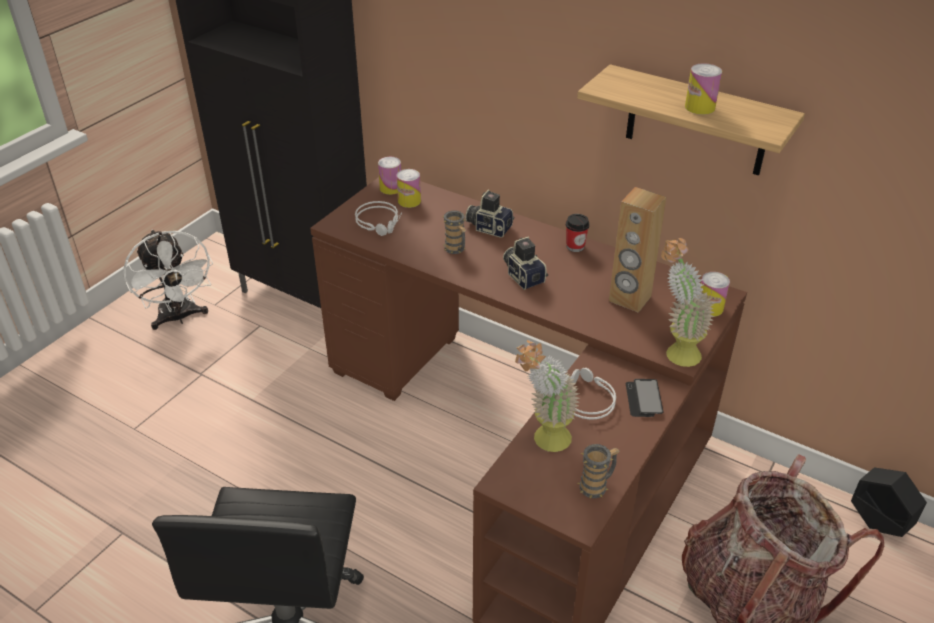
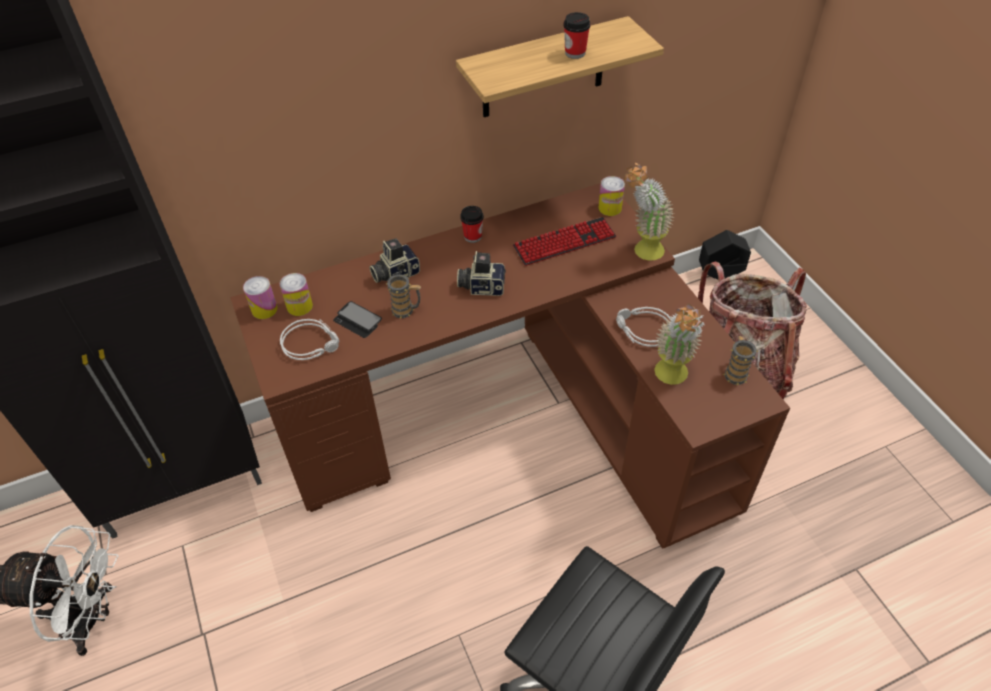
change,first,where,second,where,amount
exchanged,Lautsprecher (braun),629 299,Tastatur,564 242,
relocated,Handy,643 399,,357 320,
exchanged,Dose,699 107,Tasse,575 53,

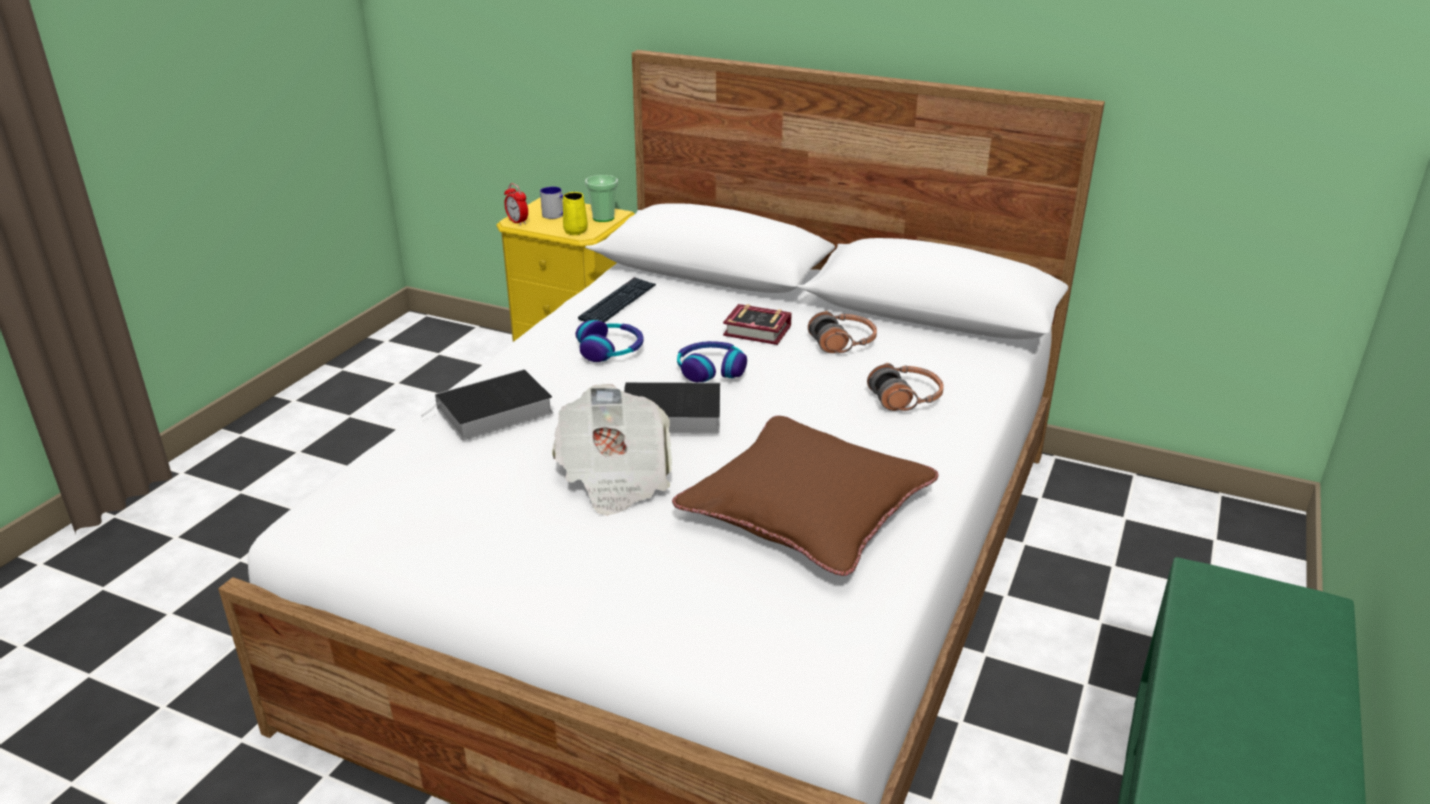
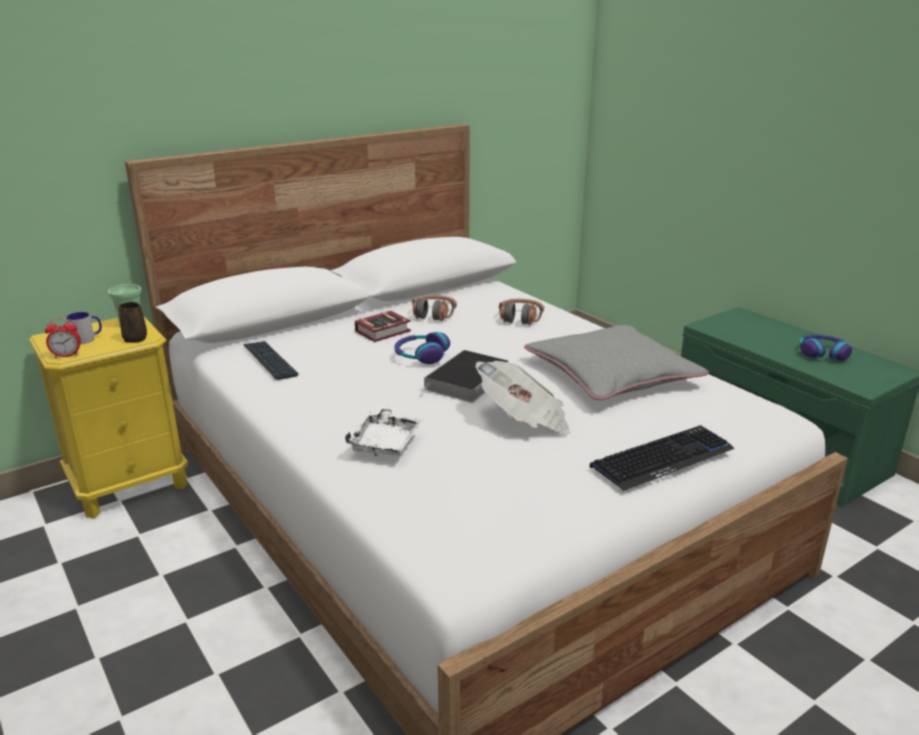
change,first,where,second,where,amount
exchanged,Buch,492 412,Tablett (weiß),386 442,
colour,Henkelbecher (gelb),576 230,Henkelbecher (braun),134 338,
relocated,Kopfhörer,611 350,,823 353,
colour,Kissen (braun),806 508,Kissen (grau),612 374,
appeared,,,Tastatur,662 459,

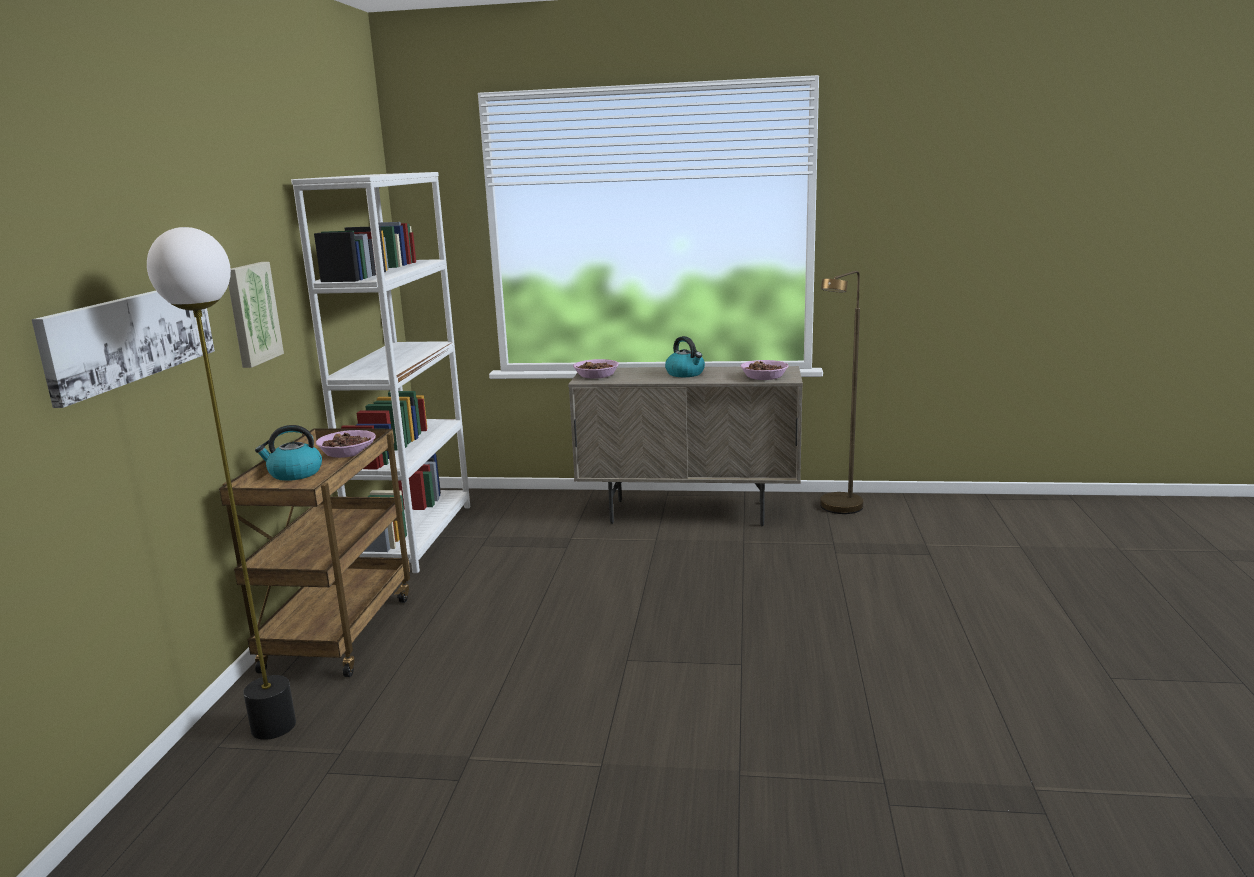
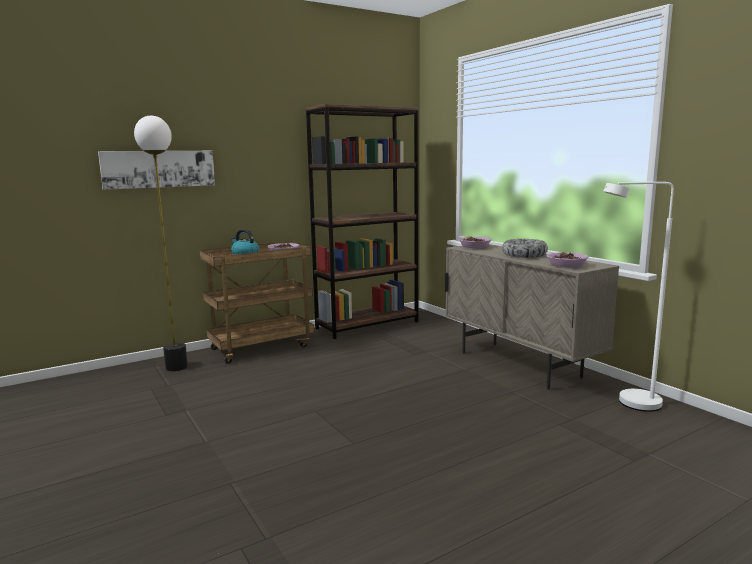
change,first,where,second,where,amount
missing,Bild,251 313,,,
colour,Bücherregal (weiß),414 536,Bücherregal (braun),367 325,
exchanged,Wasserkessel,685 374,Schüssel,524 255,
colour,Stehlampe (braun),838 510,Stehlampe (weiß),629 404,

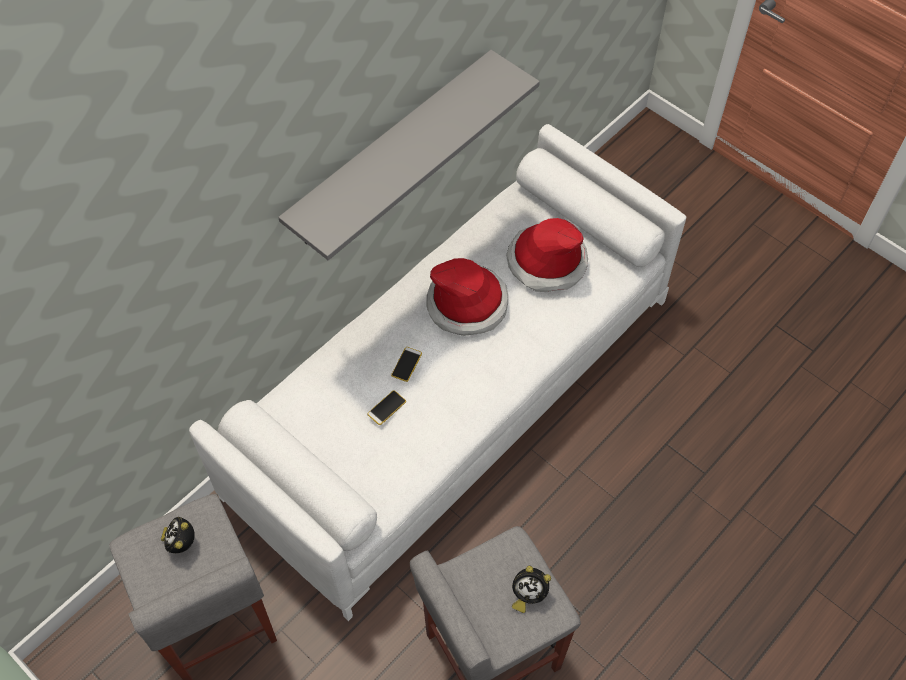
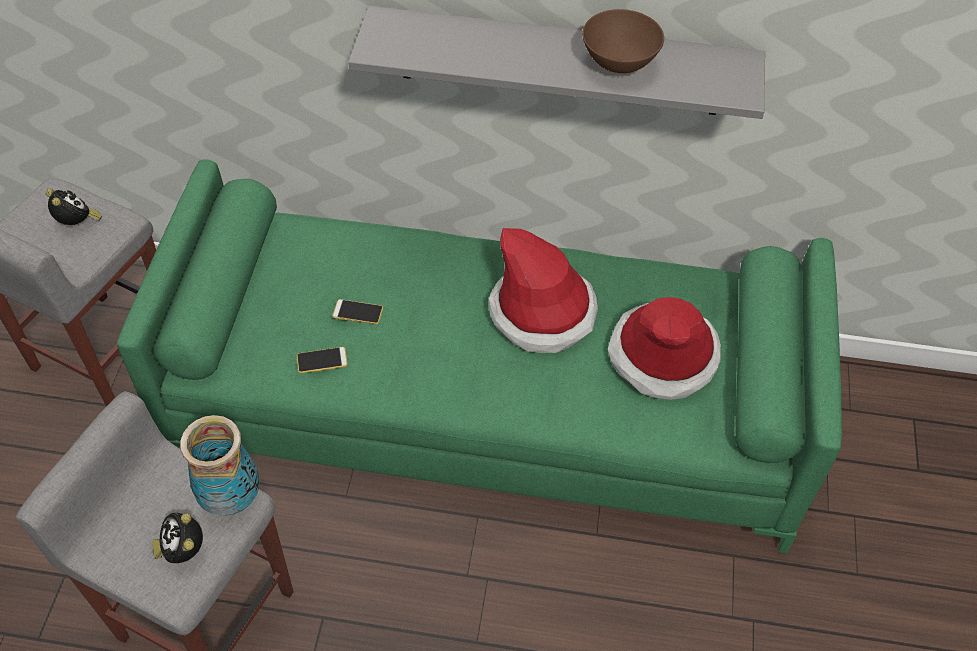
change,first,where,second,where,amount
spun,Wecker,181 542,,78 223,75 degrees clockwise
colour,Sofa (weiß),453 395,Sofa (grün),487 407,
relocated,Handy,406 364,,322 360,
appeared,,,Vase,231 497,
appeared,,,Schüssel (braun),618 64,

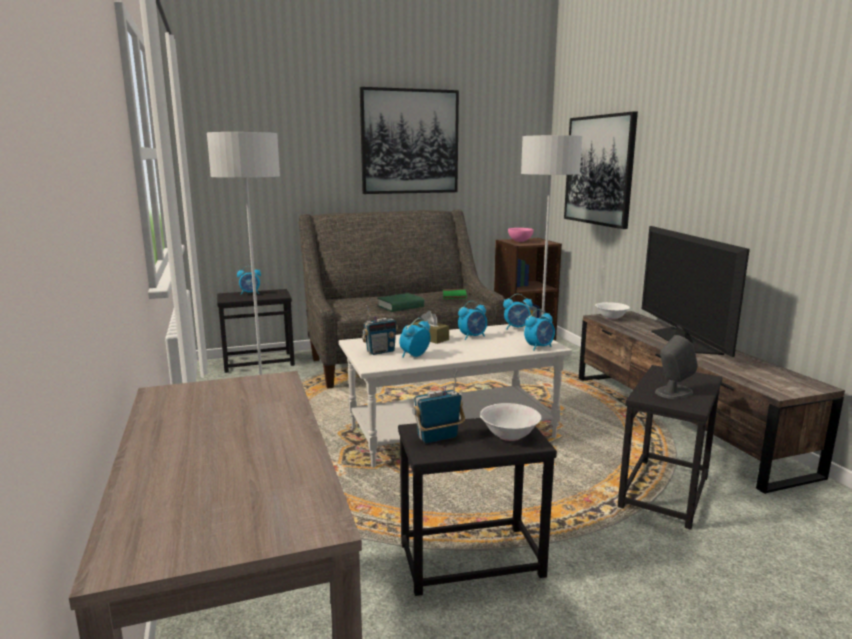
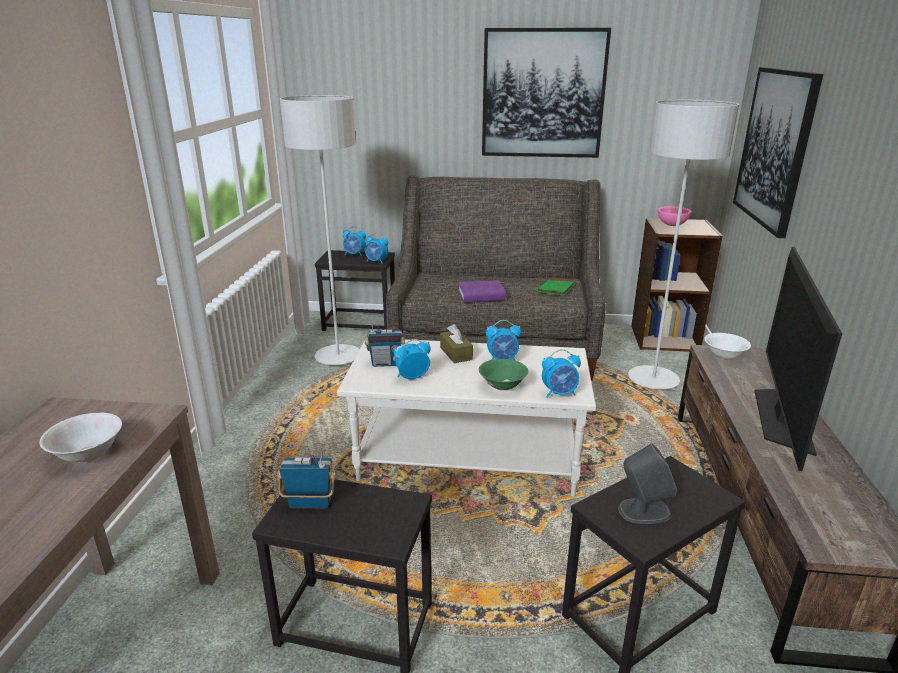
change,first,where,second,where,amount
colour,Buch (grün),400 306,Buch (lila),481 296,
relocated,Schüssel (weiß),509 436,,87 454,
relocated,Wecker,517 328,,376 262,
appeared,,,Schüssel (grün),503 386,

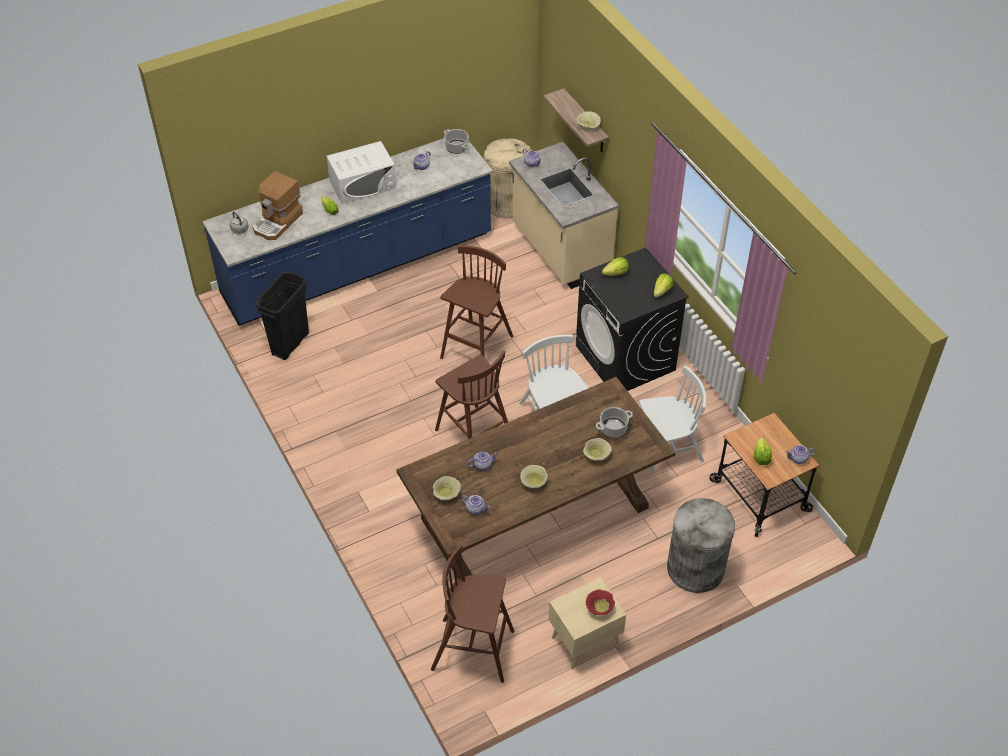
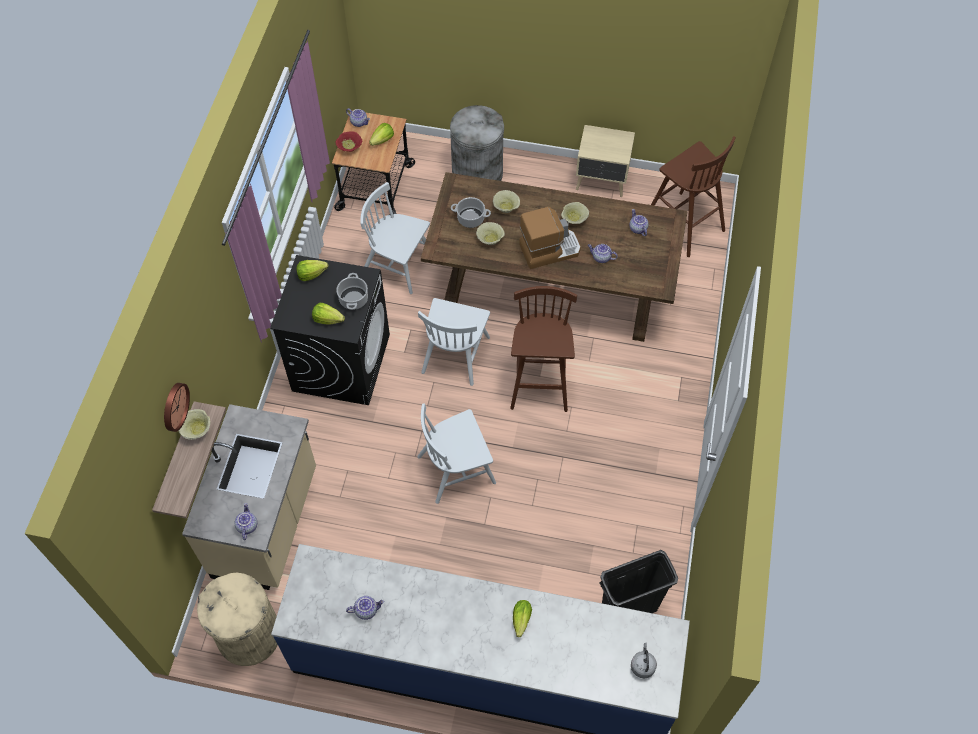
change,first,where,second,where,amount
relocated,Kaffeemaschine,278 222,,549 249,
missing,Mikrowelle (weiß),363 184,,,
relocated,Schüssel (beige),446 494,,490 239,
exchanged,Hocker (braun),476 348,Stuhl (weiß),456 469,
relocated,Kochtopf,456 147,,354 299,
relocated,Schüssel (rot),599 607,,349 148,
appeared,,,Wanduhr,174 406,

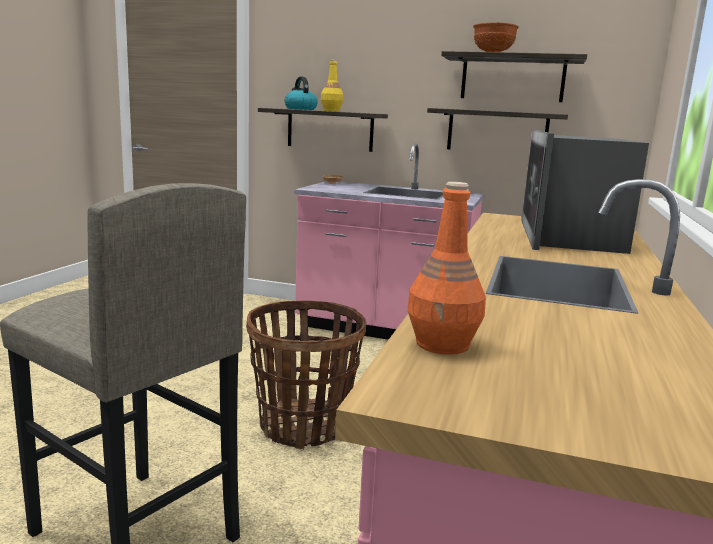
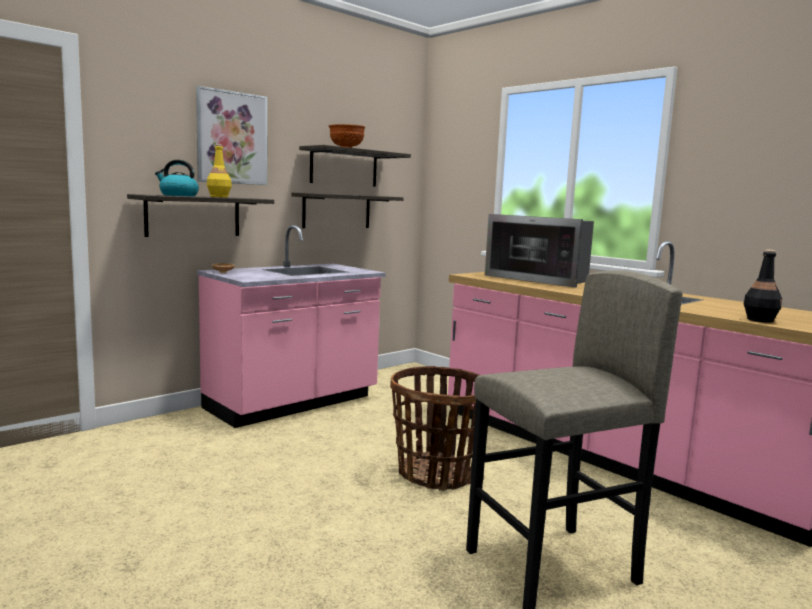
change,first,where,second,where,amount
colour,Flasche (orange),443 344,Flasche (schwarz),760 320,
appeared,,,Bild,231 138,

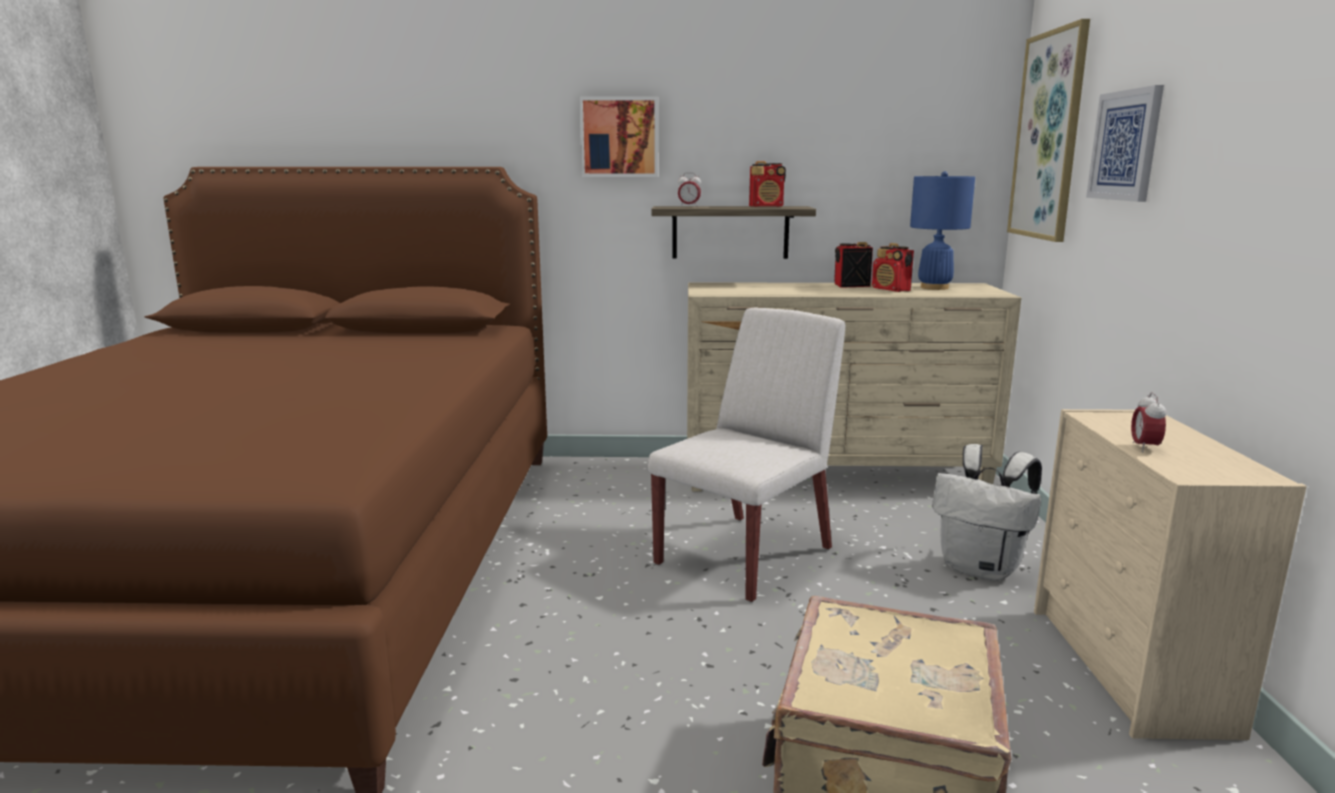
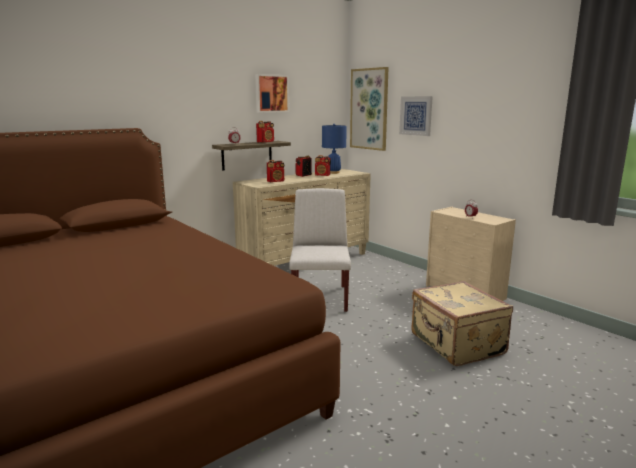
change,first,where,second,where,amount
relocated,Bild,619 137,,271 93,
missing,Rucksack (weiß),981 568,,,
appeared,,,Radio,276 181,

